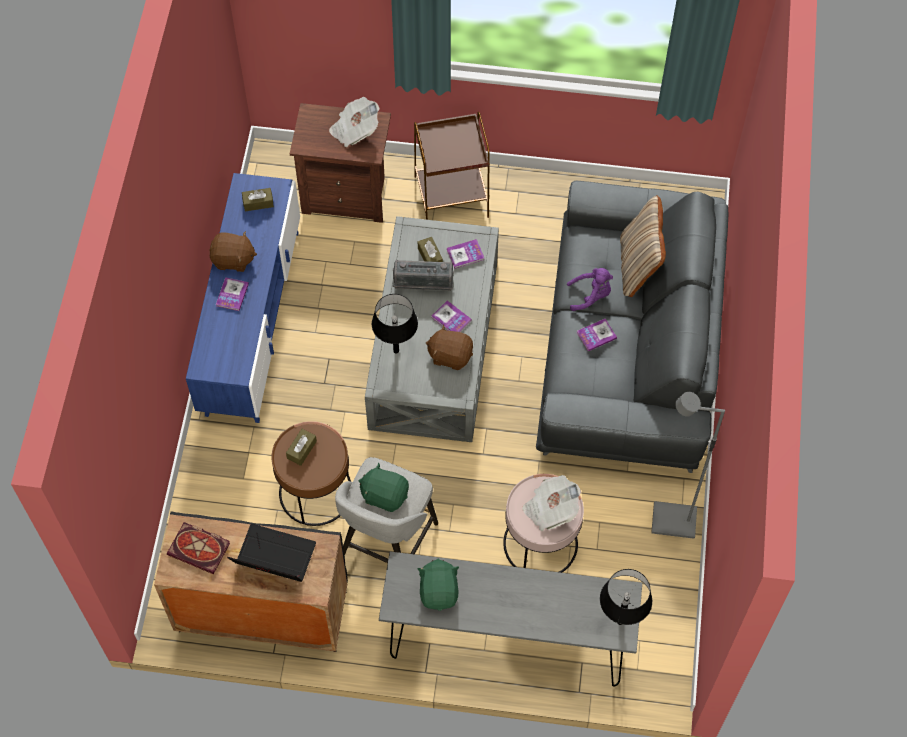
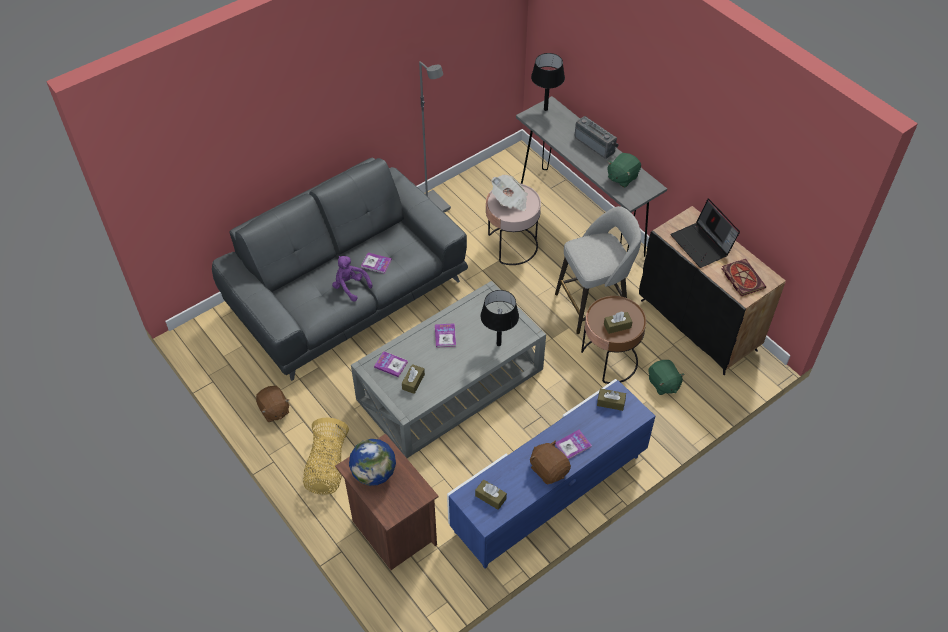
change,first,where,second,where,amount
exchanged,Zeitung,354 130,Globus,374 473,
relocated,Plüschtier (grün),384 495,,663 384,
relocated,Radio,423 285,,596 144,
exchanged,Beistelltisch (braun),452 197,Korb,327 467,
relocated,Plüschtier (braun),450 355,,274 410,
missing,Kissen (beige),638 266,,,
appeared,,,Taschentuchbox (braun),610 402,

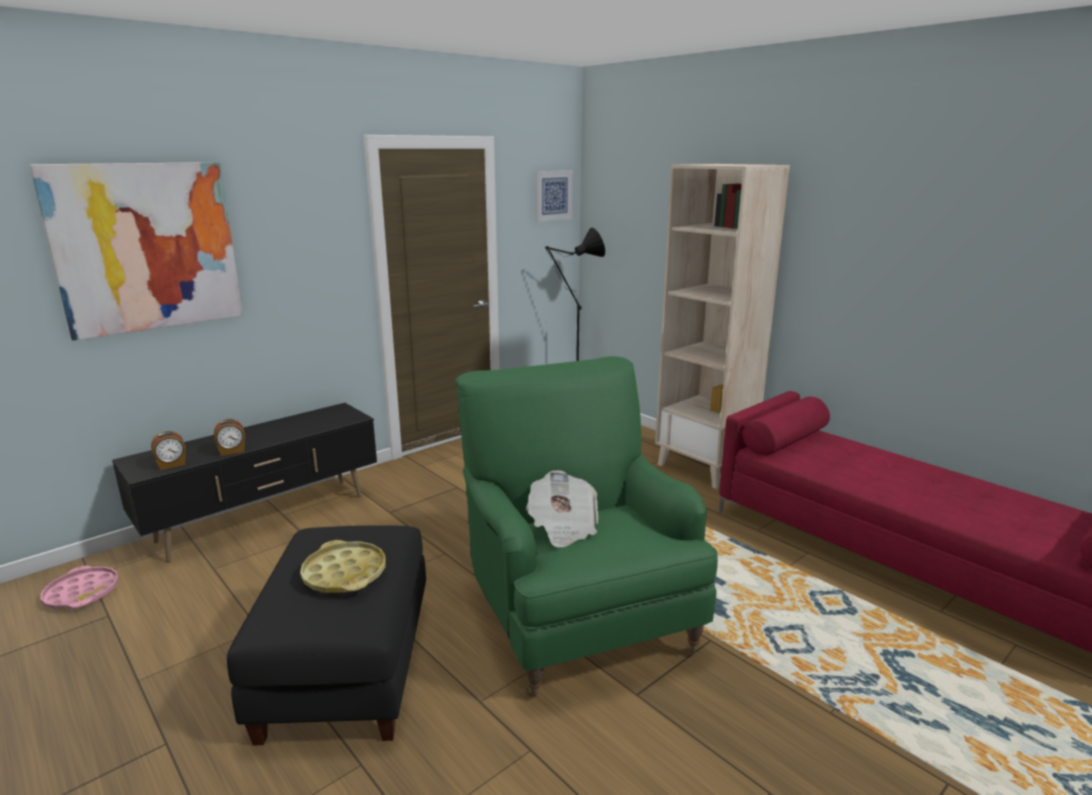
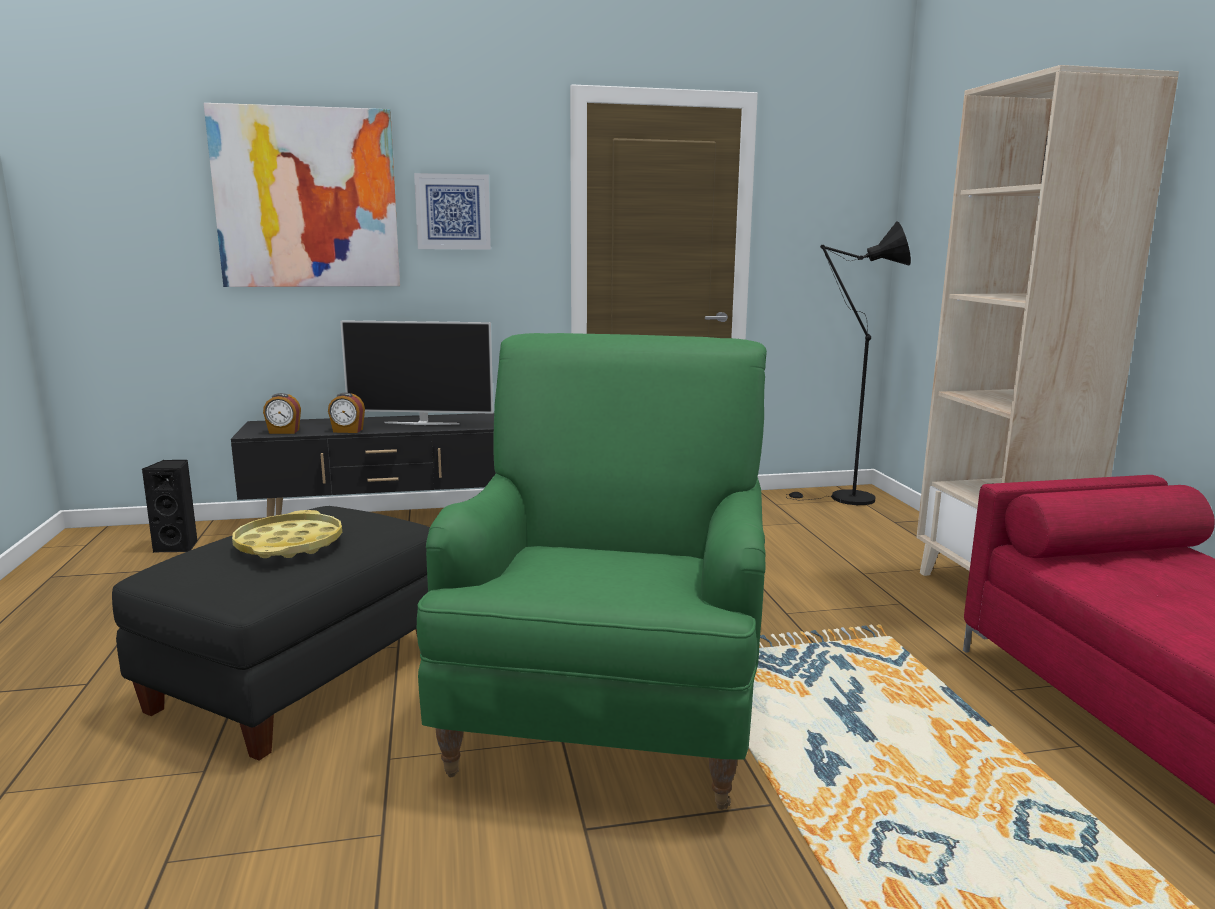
change,first,where,second,where,amount
exchanged,Tablett (rosa),82 593,Lautsprecher (schwarz),179 546,
missing,Zeitung,563 527,,,
relocated,Bild,553 195,,453 212,
appeared,,,Fernseher,422 423,

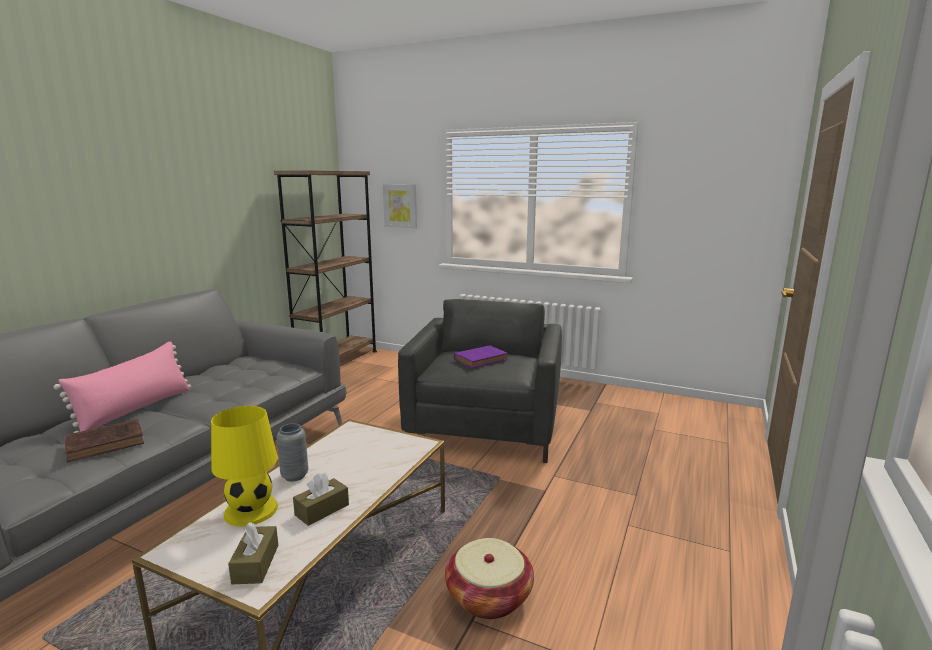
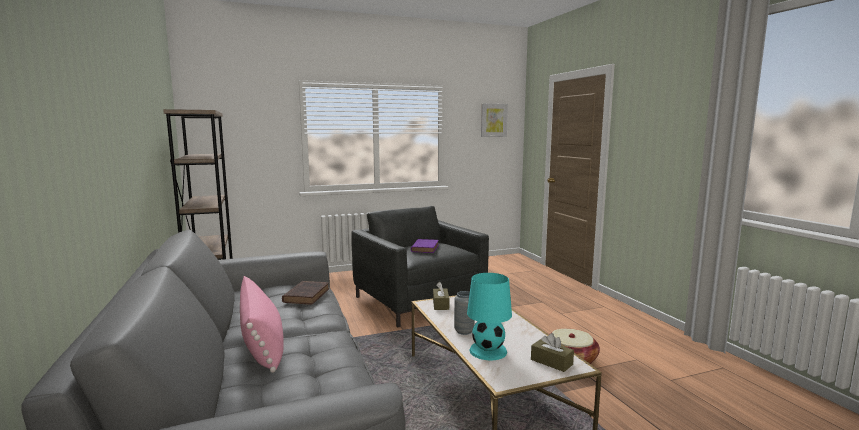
change,first,where,second,where,amount
relocated,Buch (braun),108 443,,307 295,
colour,Tischlampe (gelb),251 511,Tischlampe (türkis),488 351,
relocated,Taschentuchbox (braun),322 510,,440 304,
relocated,Bild,400 206,,493 120,

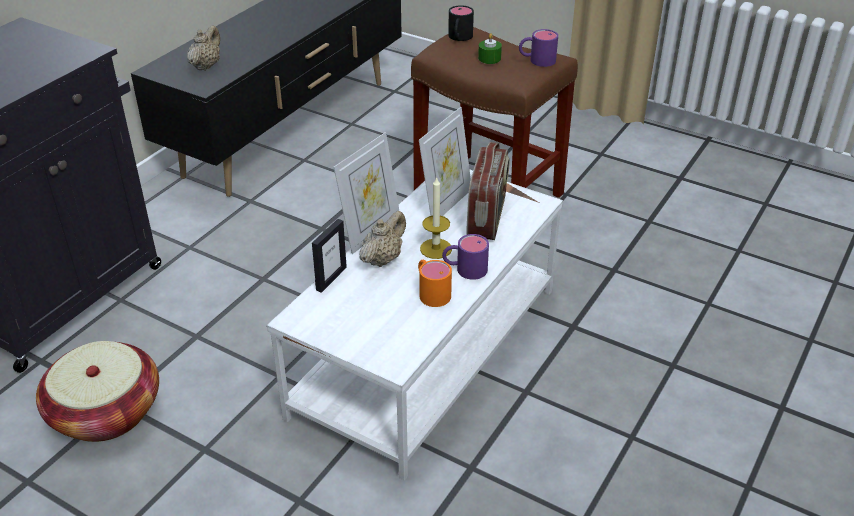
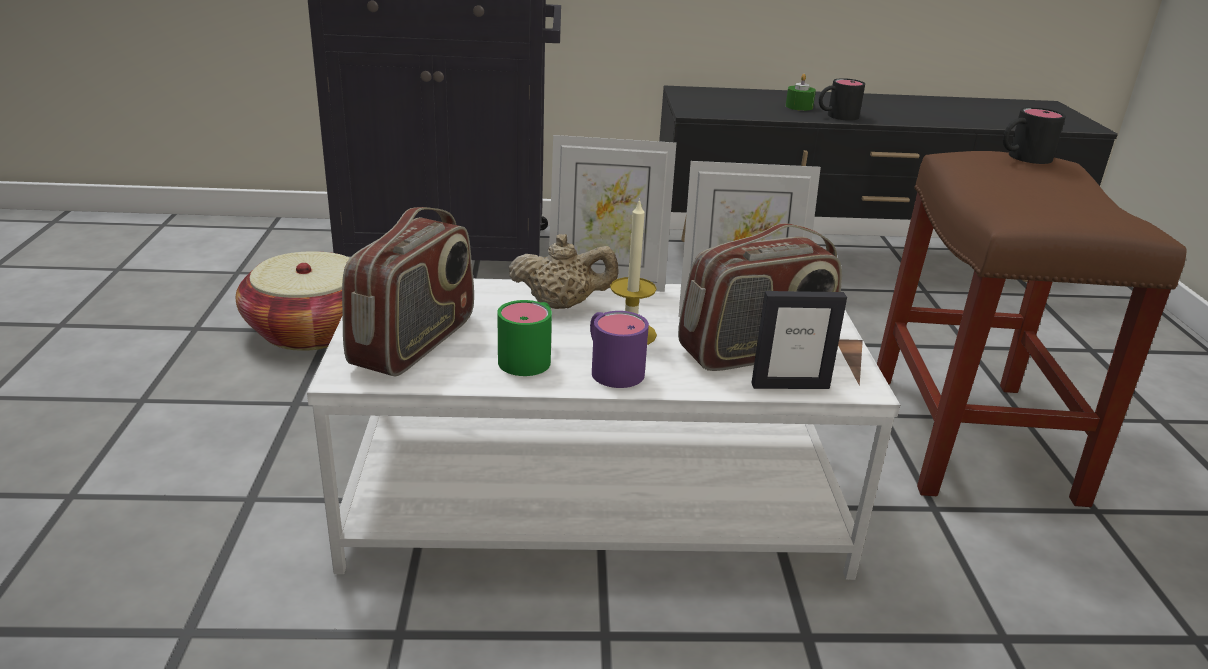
change,first,where,second,where,amount
missing,Teekanne (beige),206 66,,,
relocated,Bilderrahmen,331 278,,790 385,
colour,Henkelbecher (orange),431 292,Henkelbecher (grün),530 356,
relocated,Kerze (grün),489 58,,799 106,
missing,Henkelbecher (lila),536 60,,,
appeared,,,Radio,415 342,
appeared,,,Henkelbecher (schwarz),836 116,

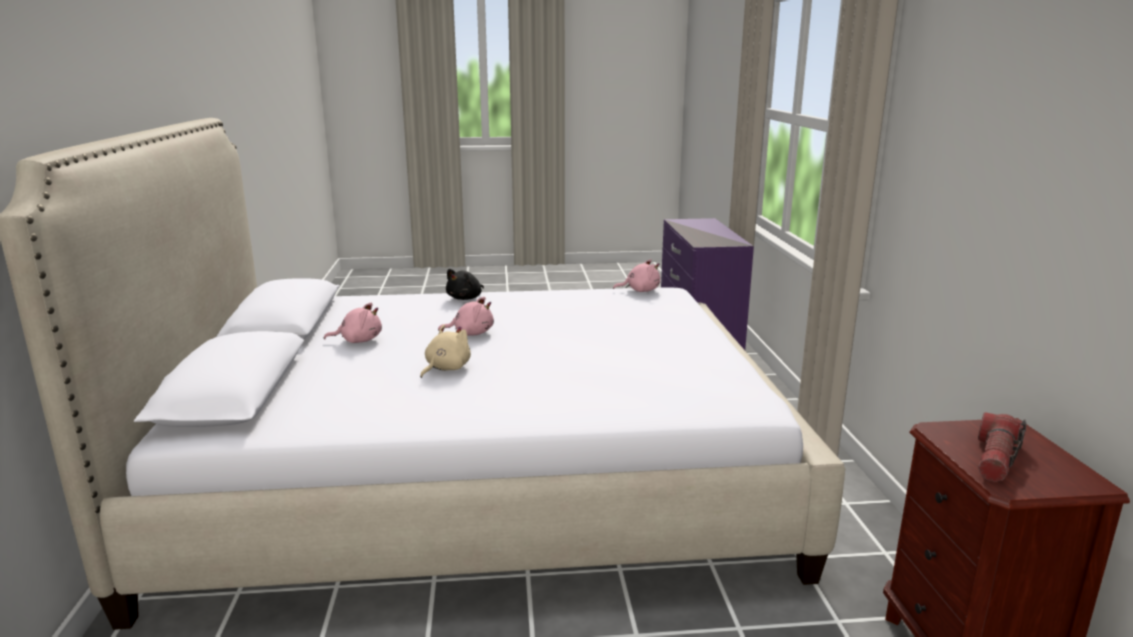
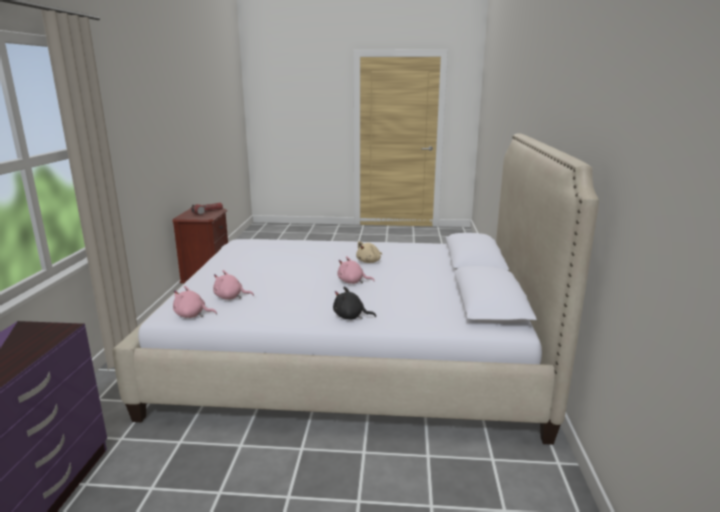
change,first,where,second,where,amount
relocated,Plüschtier (rosa),358 340,,230 297,
spun,Plüschtier (schwarz),466 298,,350 317,120 degrees counterclockwise

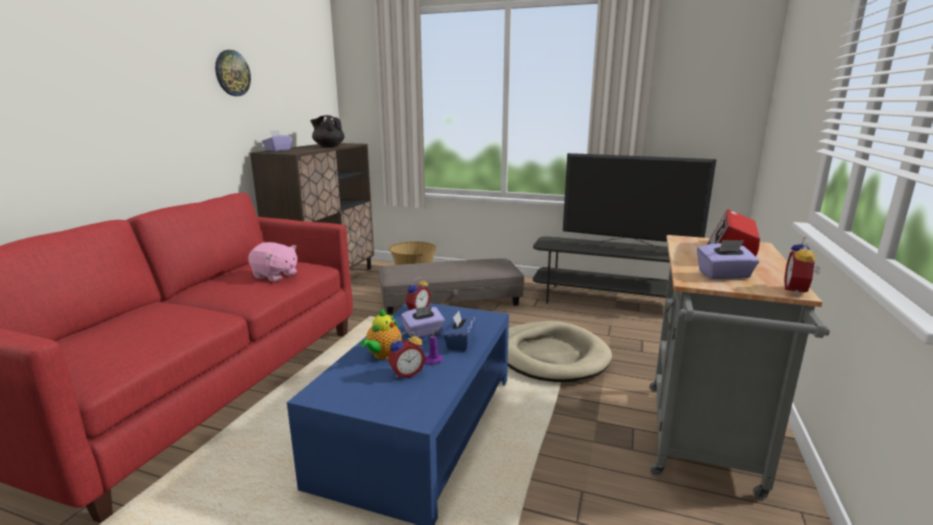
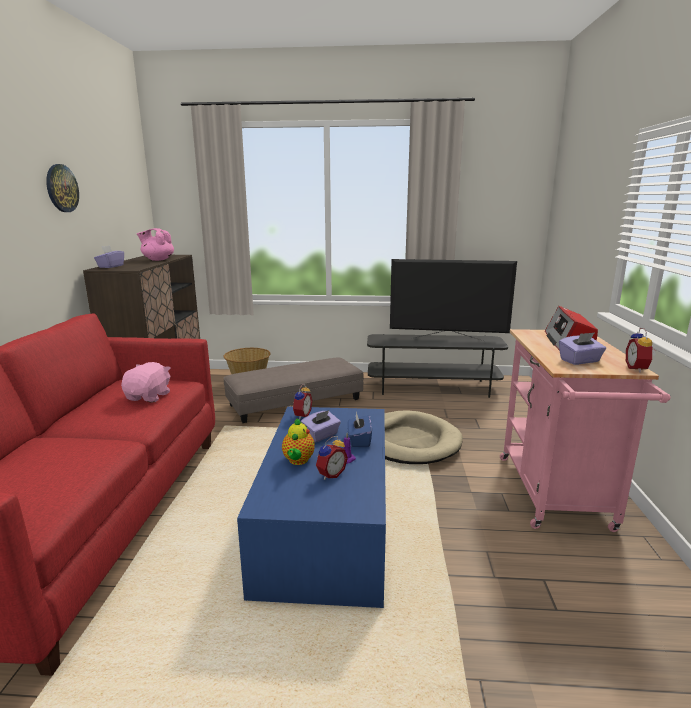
change,first,where,second,where,amount
spun,Plüschtier (rosa),275 276,,149 397,90 degrees counterclockwise
colour,Teekanne (schwarz),328 146,Teekanne (rosa),158 260,
colour,Rollwagen (grau),702 444,Rollwagen (rosa),556 497,

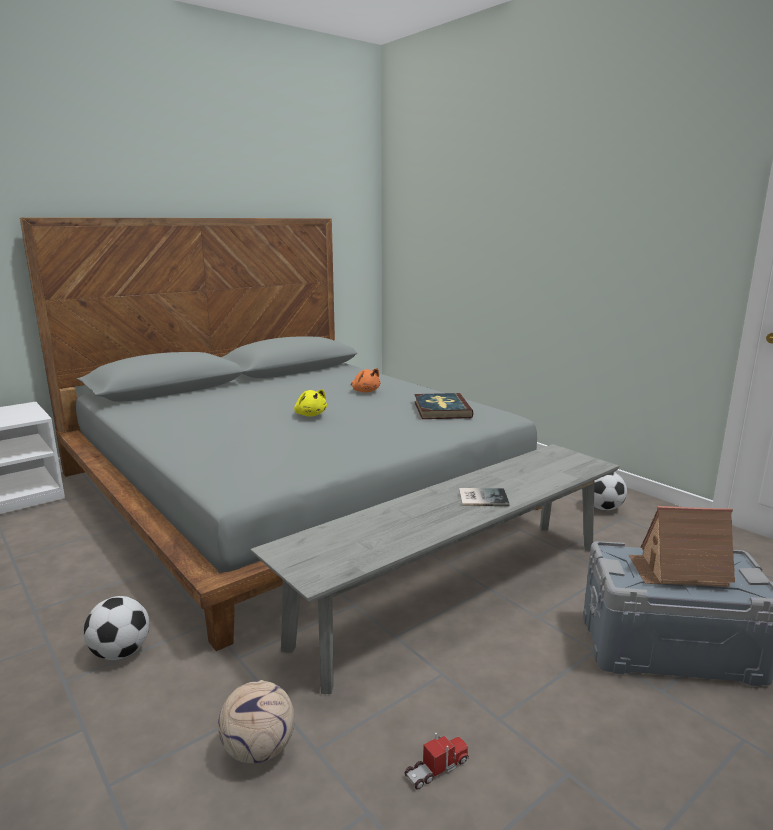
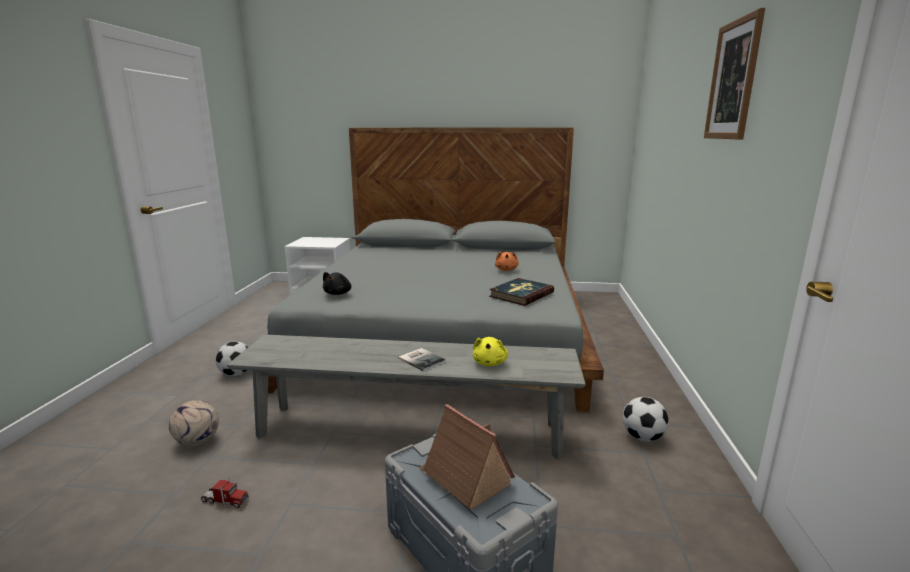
change,first,where,second,where,amount
relocated,Plüschtier (gelb),310 415,,490 363,
appeared,,,Plüschtier (schwarz),338 293,
appeared,,,Bild,733 80,

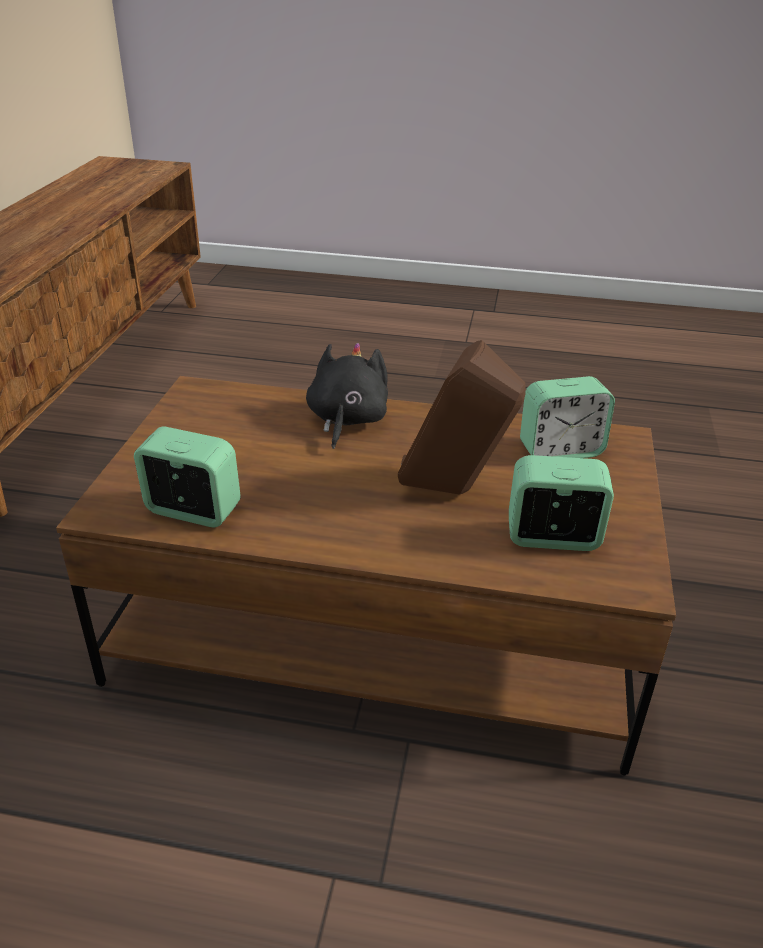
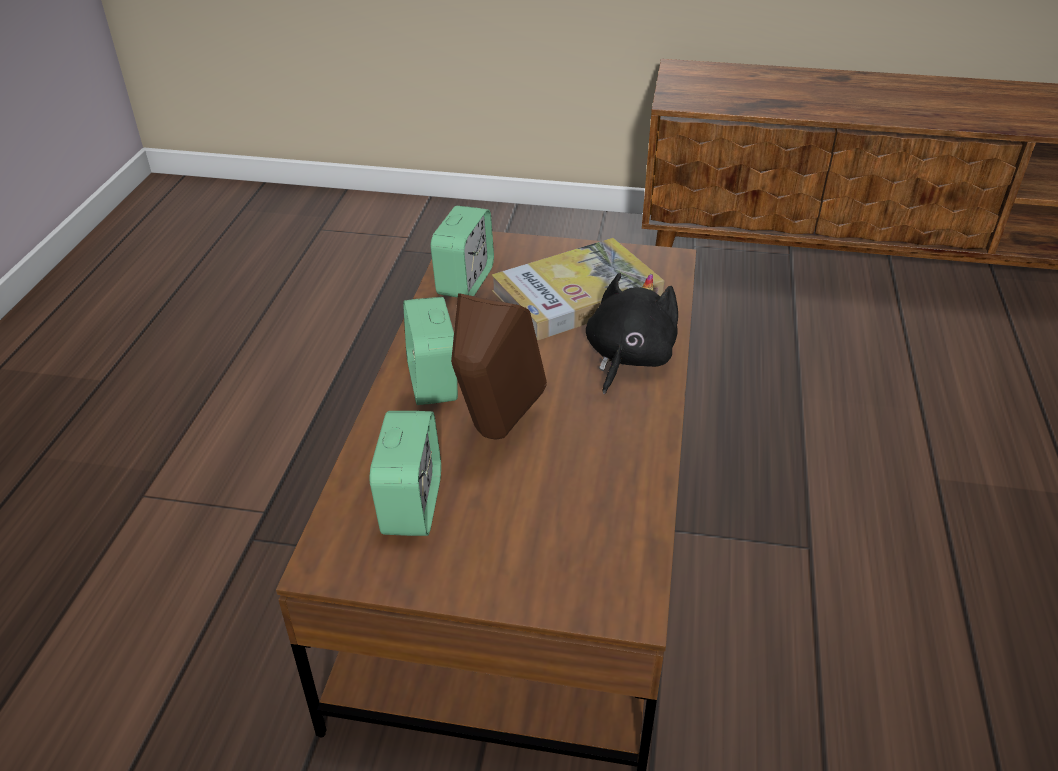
change,first,where,second,where,amount
spun,Plüschtier (schwarz),346 420,,627 357,75 degrees counterclockwise
relocated,Wecker,560 450,,433 381,
appeared,,,Buch,577 294,

